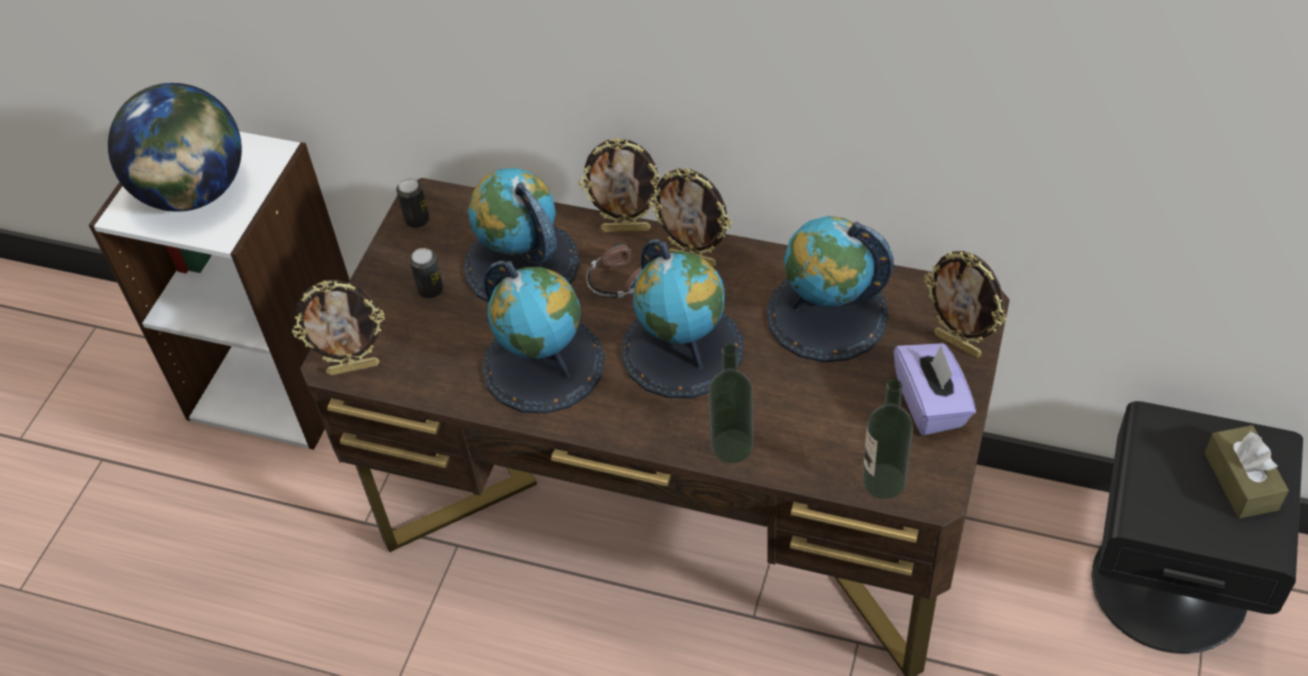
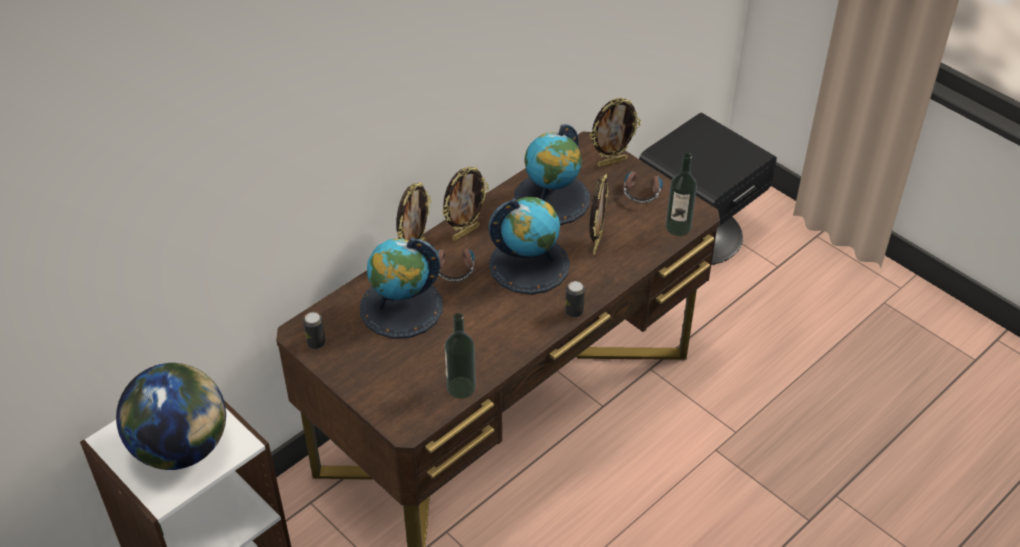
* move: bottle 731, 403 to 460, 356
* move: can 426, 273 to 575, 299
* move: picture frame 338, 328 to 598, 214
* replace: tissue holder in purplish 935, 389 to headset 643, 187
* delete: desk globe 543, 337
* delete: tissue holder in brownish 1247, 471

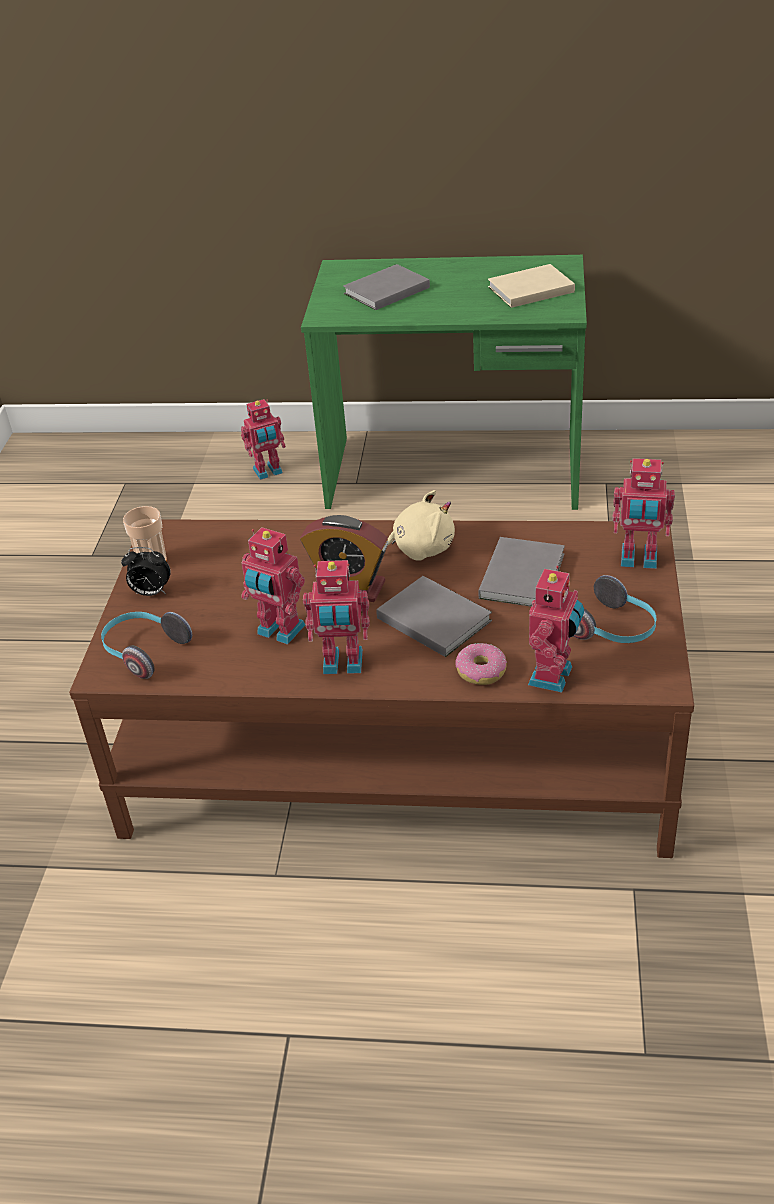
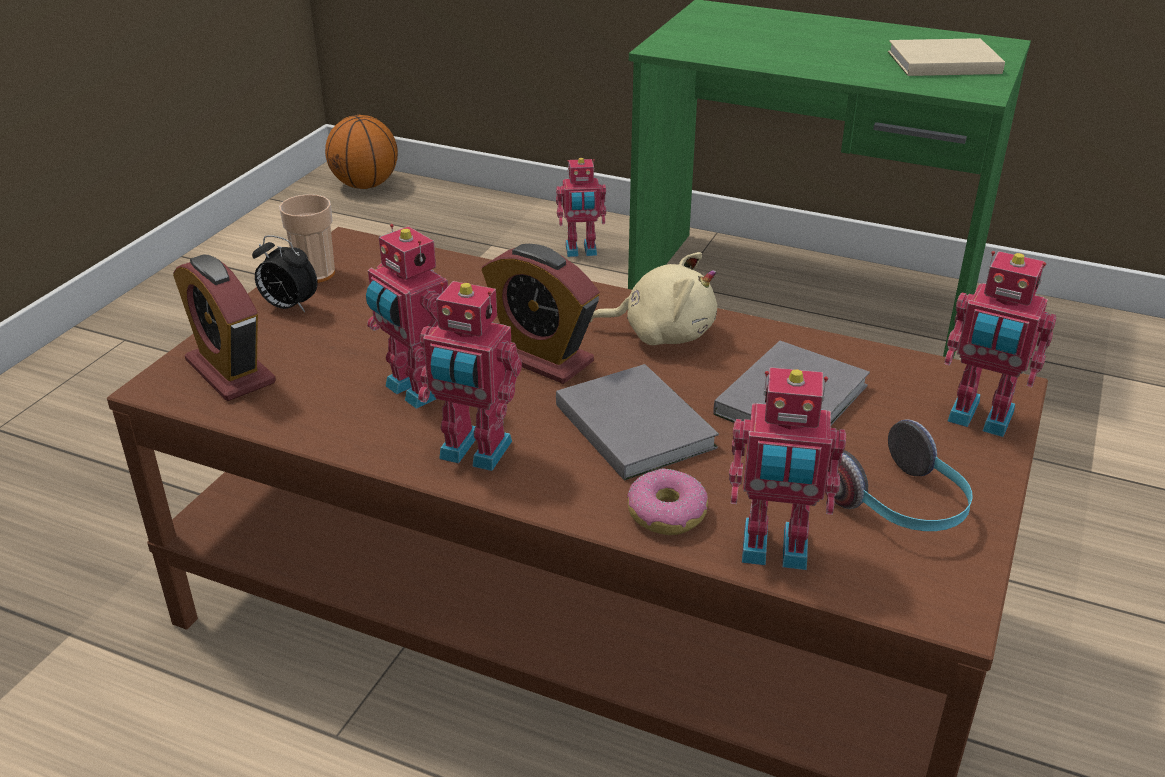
* replace: headset 146, 645 to table clock 224, 327
* insert: ball for basketball 361, 152
* rotate: robot figure 556, 629 = 787, 468 60 degrees clockwise
* delete: book in greyish 386, 287

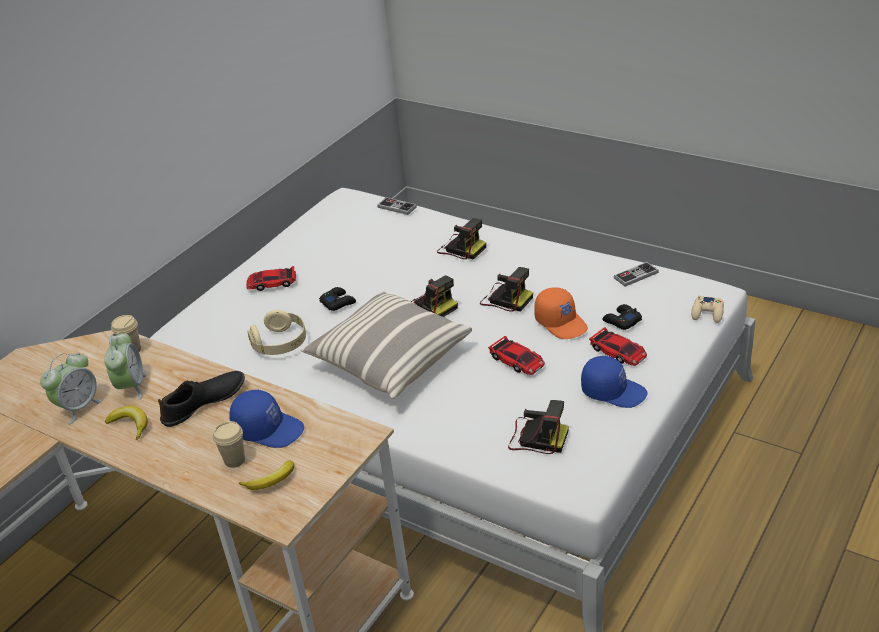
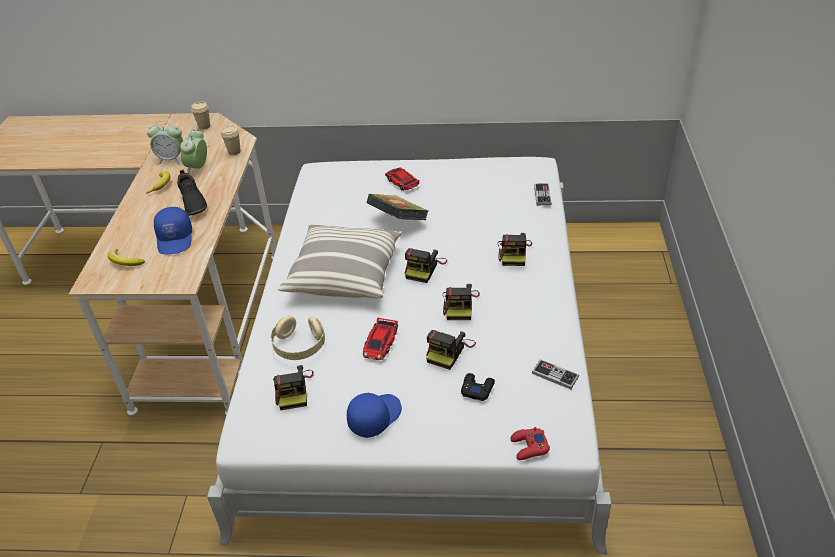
* rotate: item of footwear in black-coloured 201, 399 = 192, 193 45 degrees clockwise
* rotate: table clock 125, 365 = 193, 151 135 degrees clockwise
* move: small cup in sand-coloured 228, 444 to 200, 116
* move: headset in sand-coloured 276, 332 to 298, 338
* rotate: peaked cap in blue 614, 382 = 374, 415 135 degrees counterclockwise
* replace: joypad in black-coloured 337, 299 to book 397, 207
* replace: peaked cap in orangey 561, 313 to still camera 451, 350
* recolor: joypad in sand-coloured 707, 309 to joypad in reddish 530, 443
* delete: toy car 618, 346

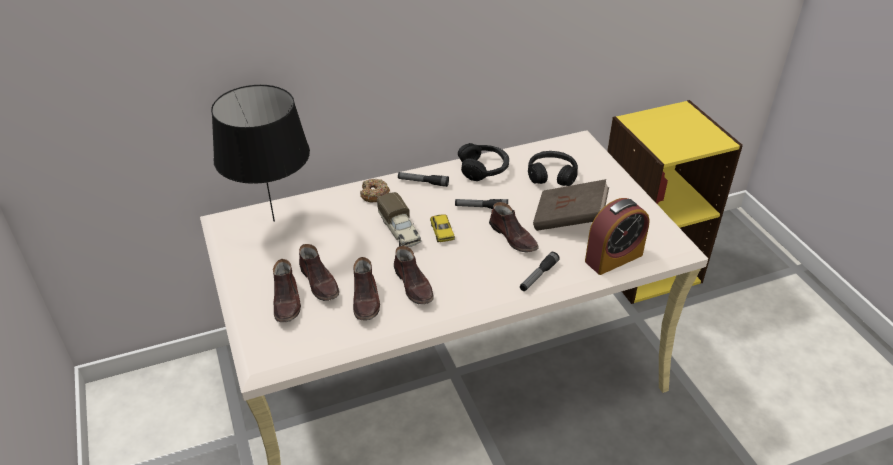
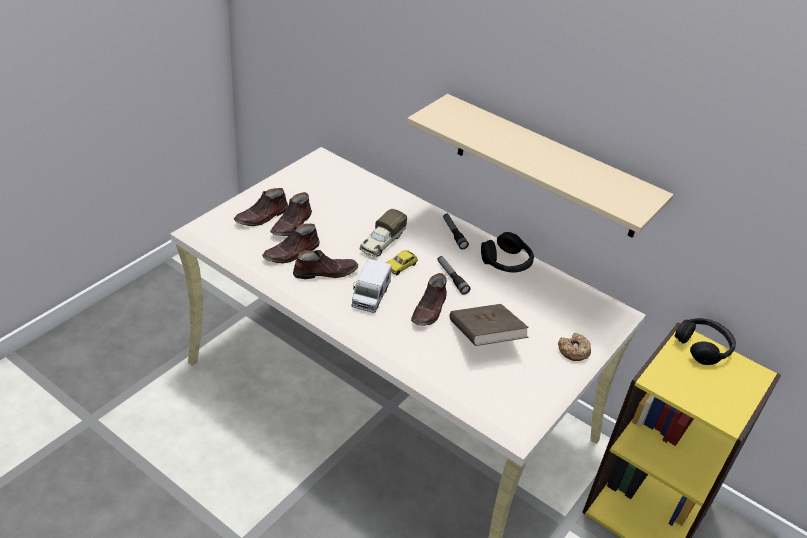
* rotate: item of footwear in brownish 414, 275 = 325, 264 135 degrees counterclockwise
* insert: toy lorry 371, 286
* insert: shelf in sand-coloured 540, 166
* move: donut 375, 190 to 574, 347
* move: headset in black-coloured 553, 168 to 705, 341
* delete: table lamp in black-coloured 260, 153
* delete: flashlight 540, 271
* delete: table clock 617, 236

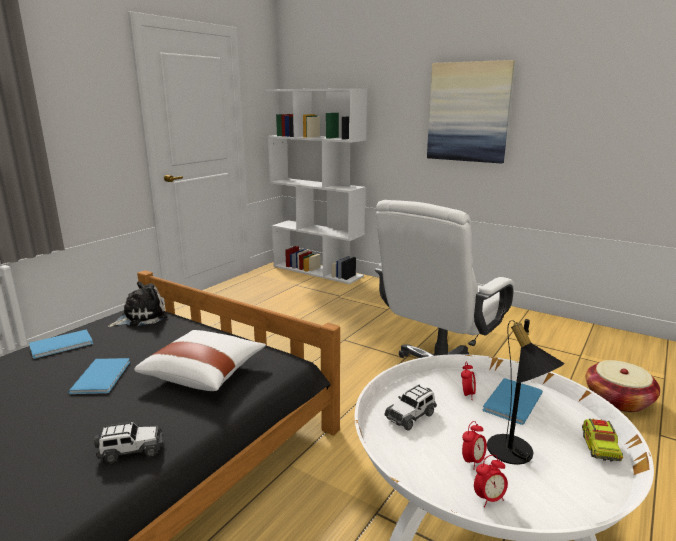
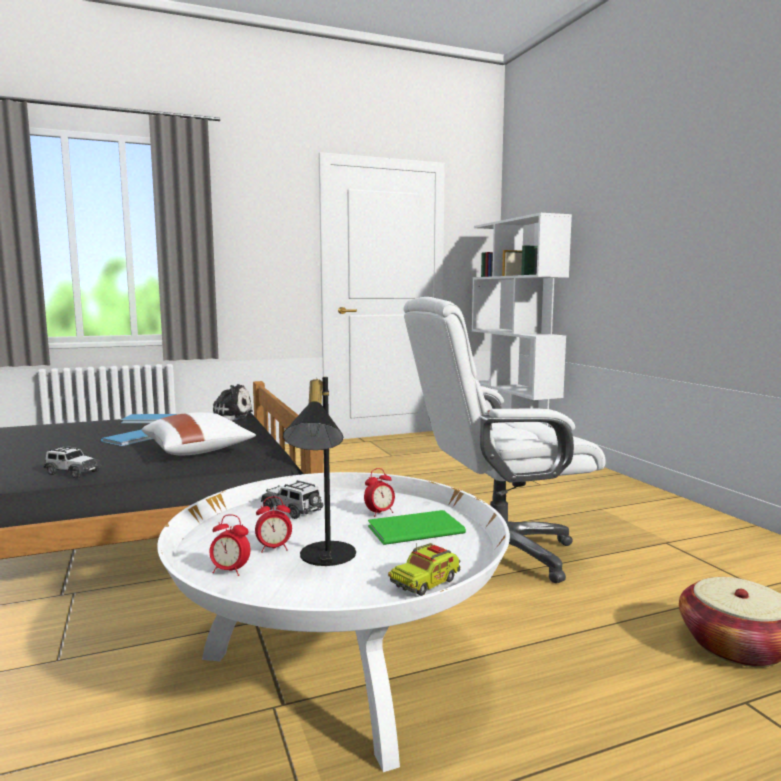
* rotate: toy car 410, 407 = 292, 499 45 degrees clockwise
* recolor: book in blue 513, 401 to book in greenish 417, 527
* delete: wall art 471, 112

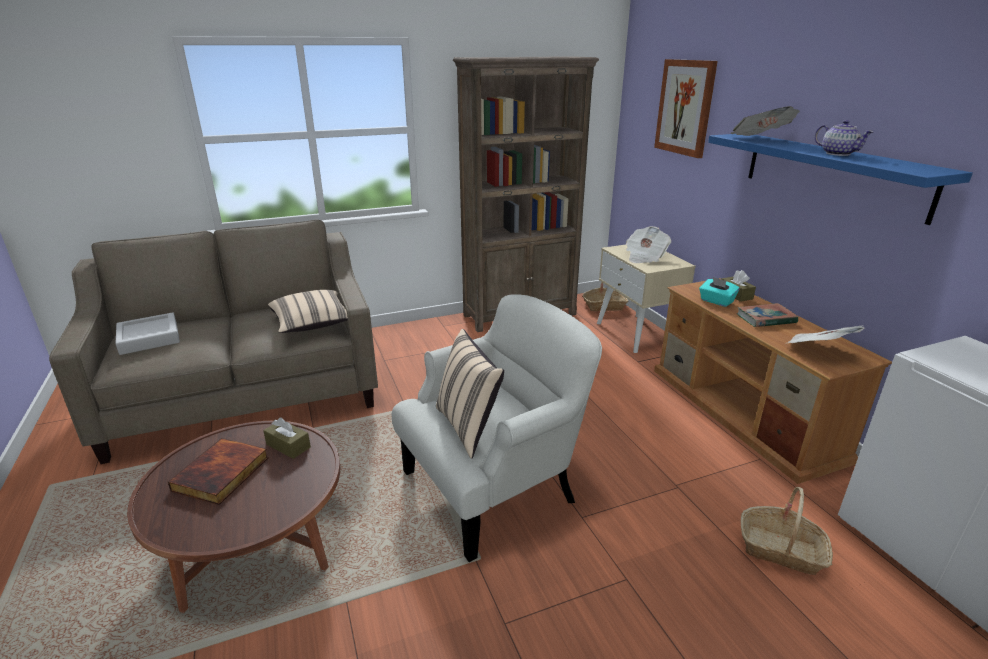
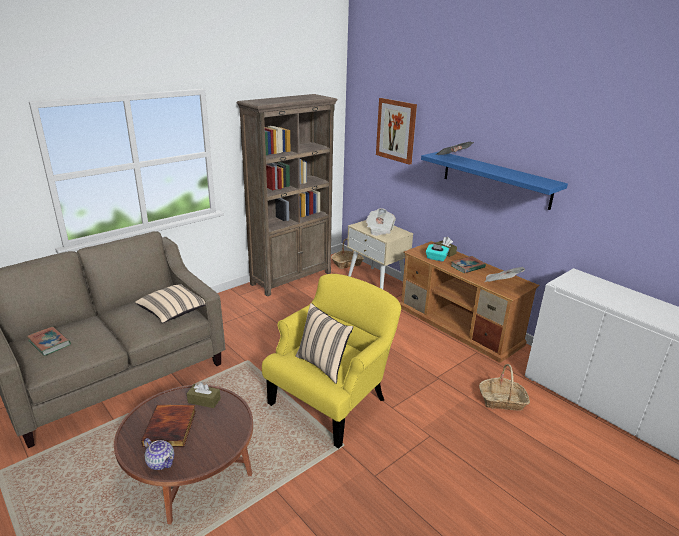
* replace: carrying tray in greyish 147, 333 to book 49, 341
* move: teapot 844, 138 to 159, 454
* recolor: easy chair in whitish 497, 428 to easy chair in yellowish 331, 361

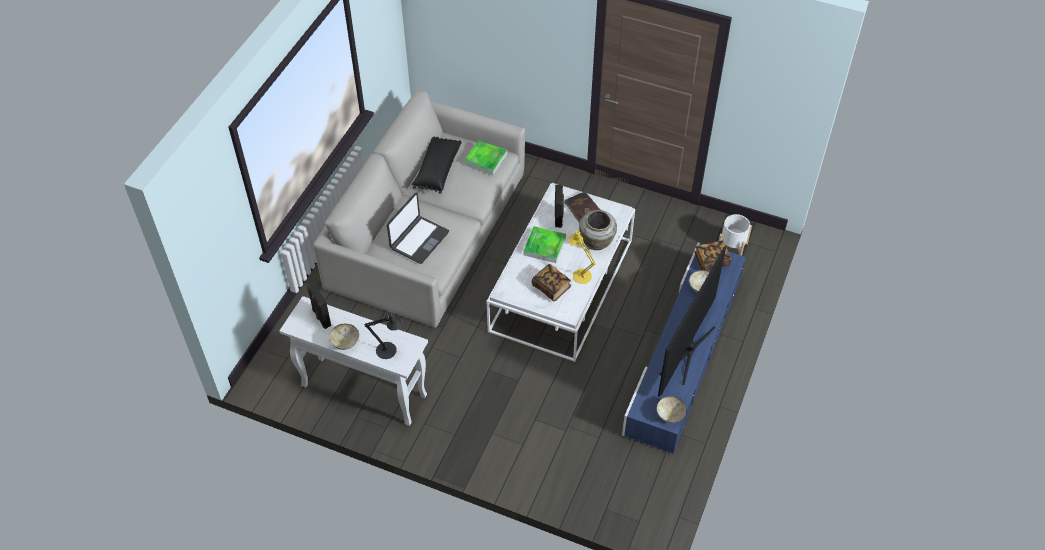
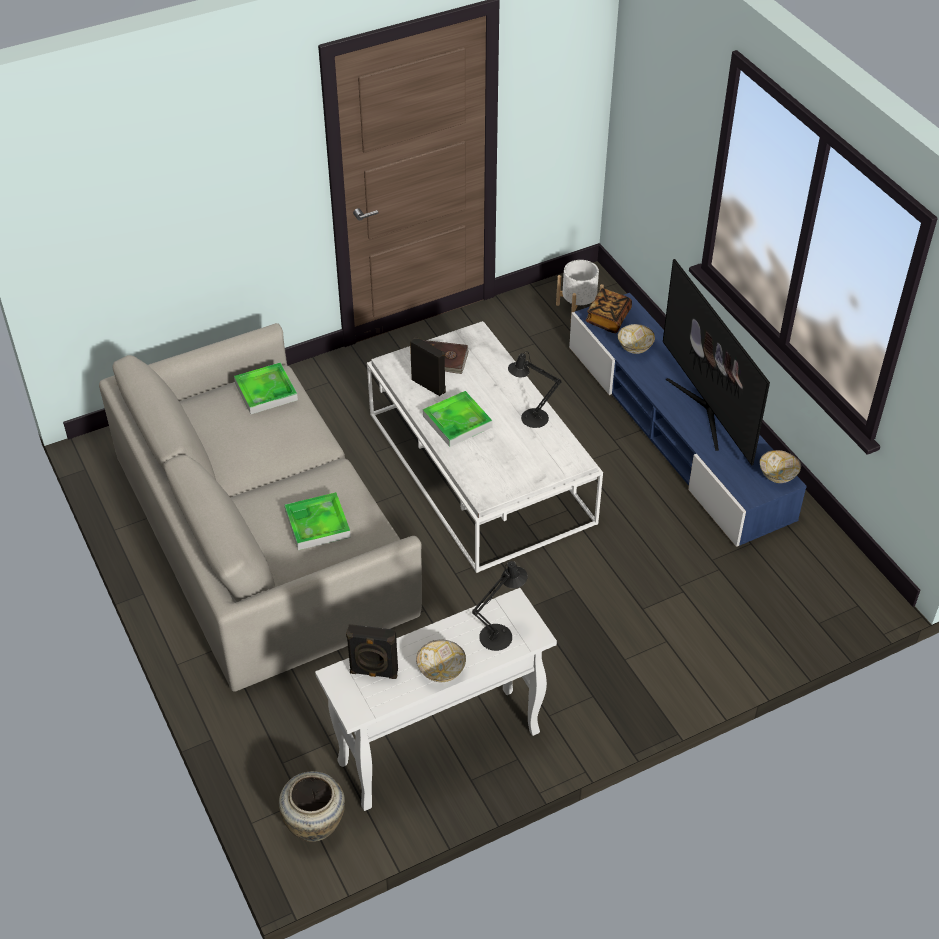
* move: decorative vase in sand-coloured 598, 230 to 312, 806
* replace: laptop 418, 228 to carrying tray 318, 521
* recolor: table lamp in yellowish 582, 257 to table lamp in black-coloured 535, 389
* delete: throw pillow in black-coloured 437, 165
* delete: book 551, 283

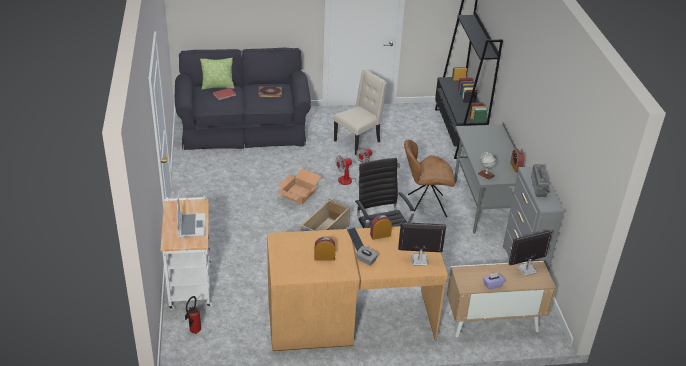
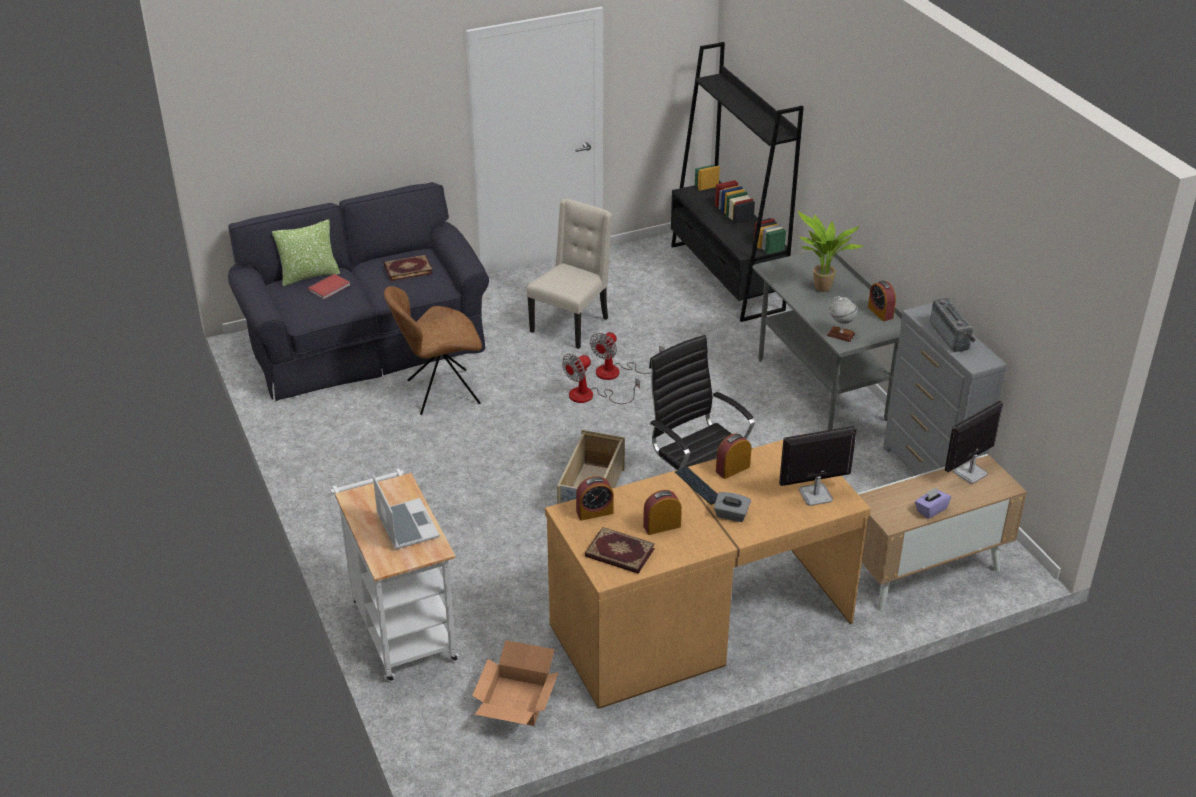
* move: upright chair in brownish 429, 178 to 433, 350
* move: cardboard box 298, 186 to 515, 683
* insert: table clock 595, 498
* insert: book 620, 550
* insert: plant in a pot 830, 251
* delete: fire-fighting cylinder 193, 315

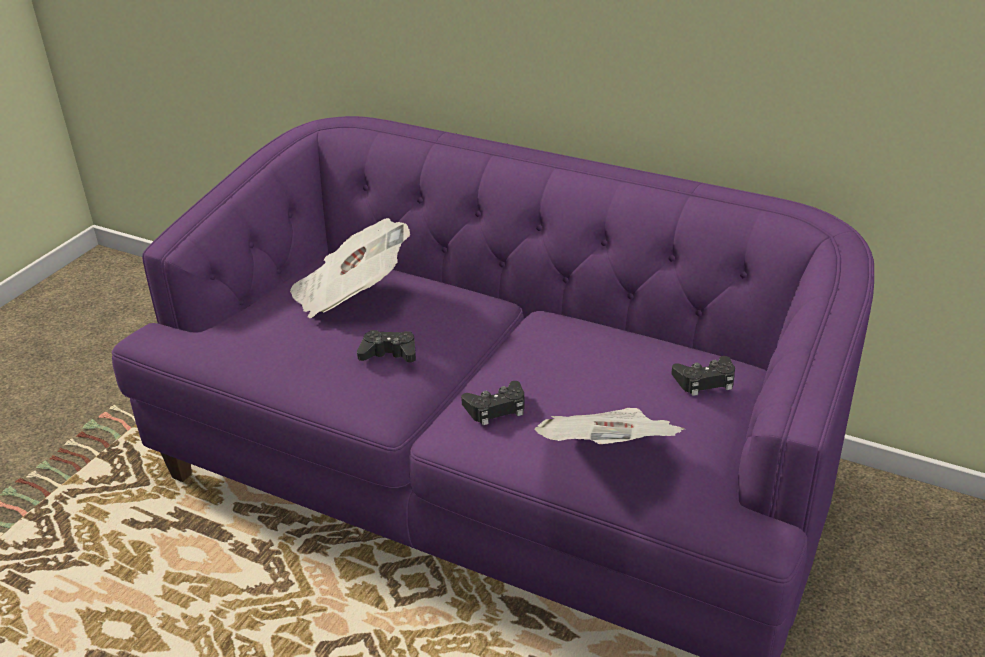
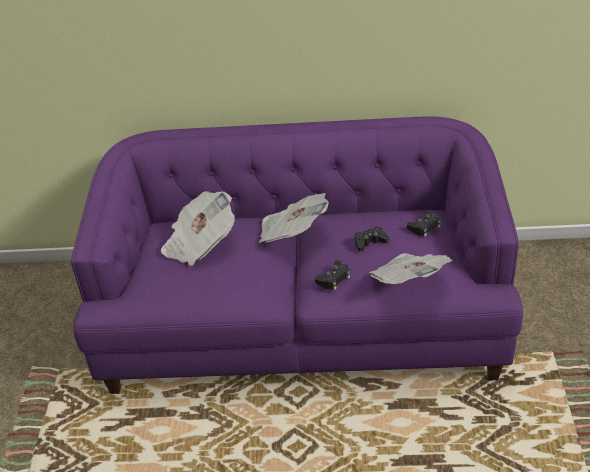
* insert: newspaper 294, 218
* move: joypad in black-coloured 386, 346 to 372, 239

